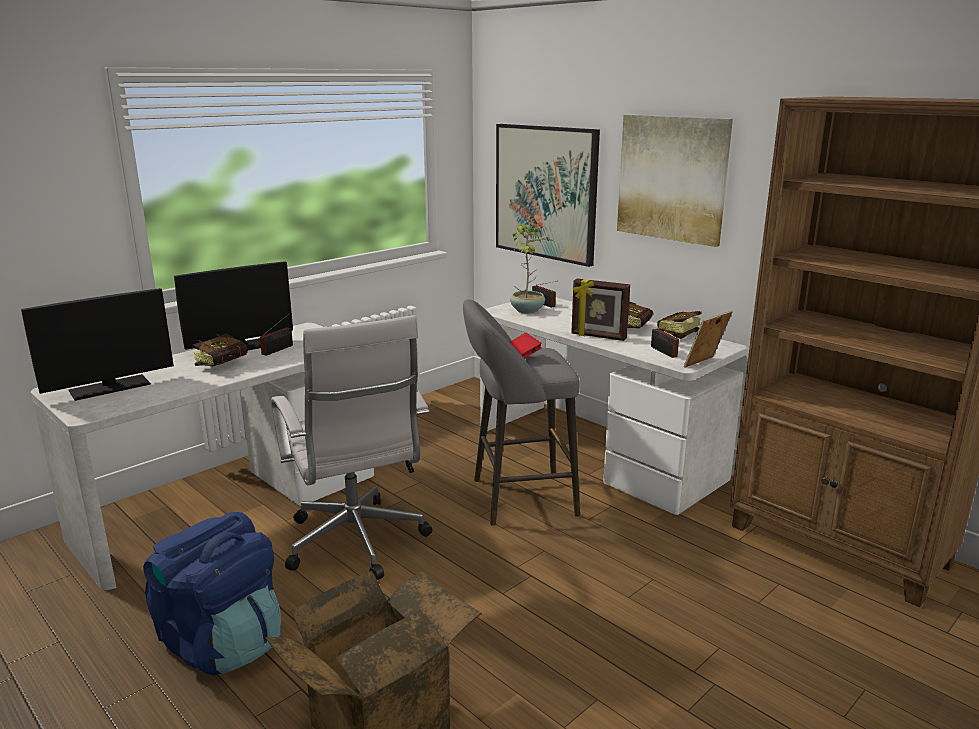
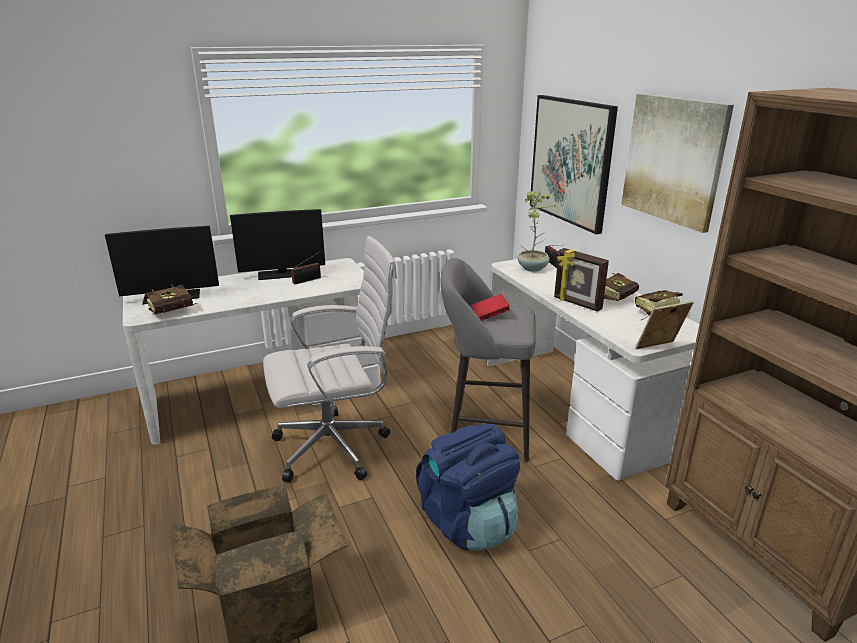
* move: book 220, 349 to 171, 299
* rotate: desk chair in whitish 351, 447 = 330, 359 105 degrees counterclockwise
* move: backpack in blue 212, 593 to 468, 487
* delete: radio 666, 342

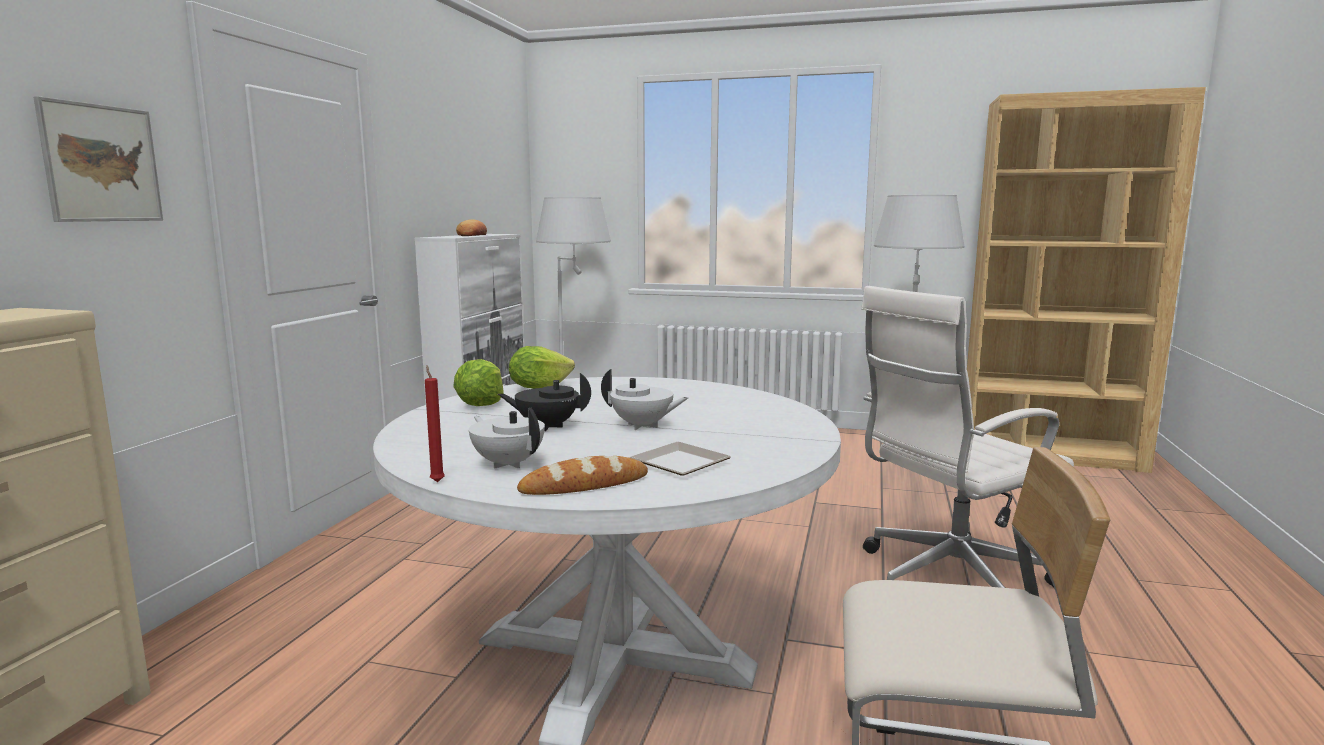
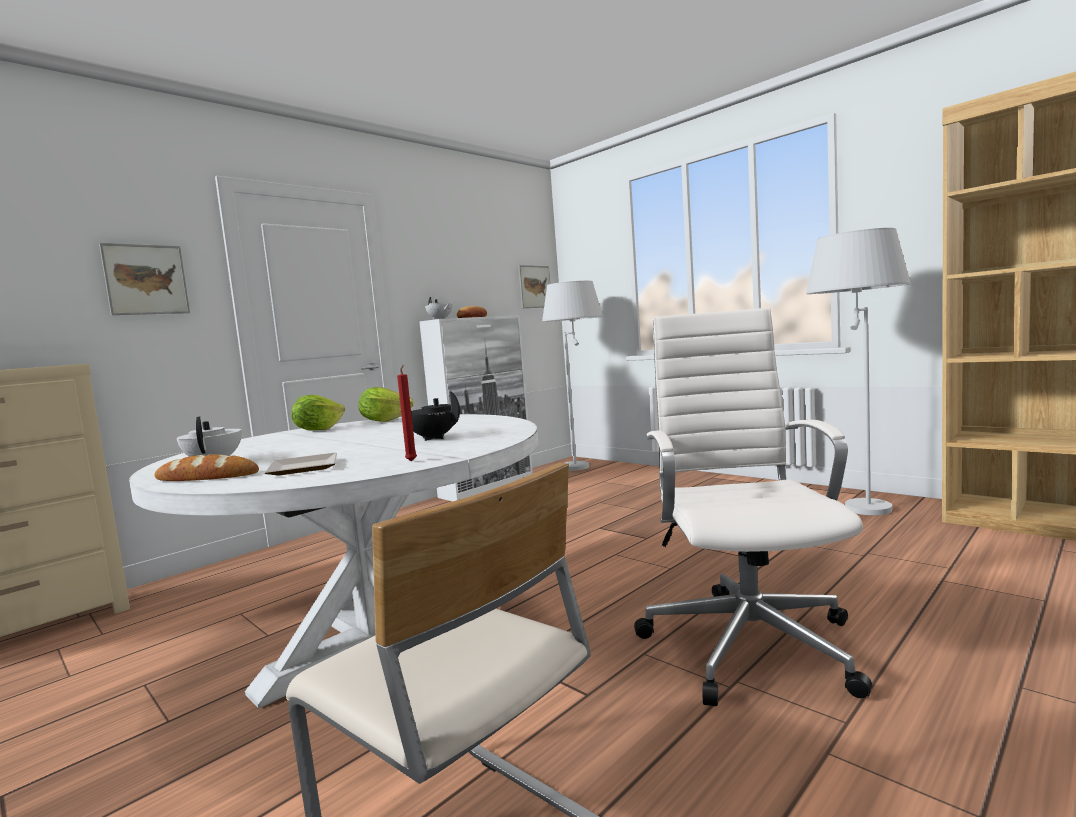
* move: candle in reddish 435, 423 to 407, 413
* move: teapot in black-coloured 544, 402 to 435, 416
* move: teapot in whitish 645, 399 to 438, 308
* insert: wall art 534, 286
* rotate: desk chair in whitish 967, 437 = 753, 507 90 degrees clockwise

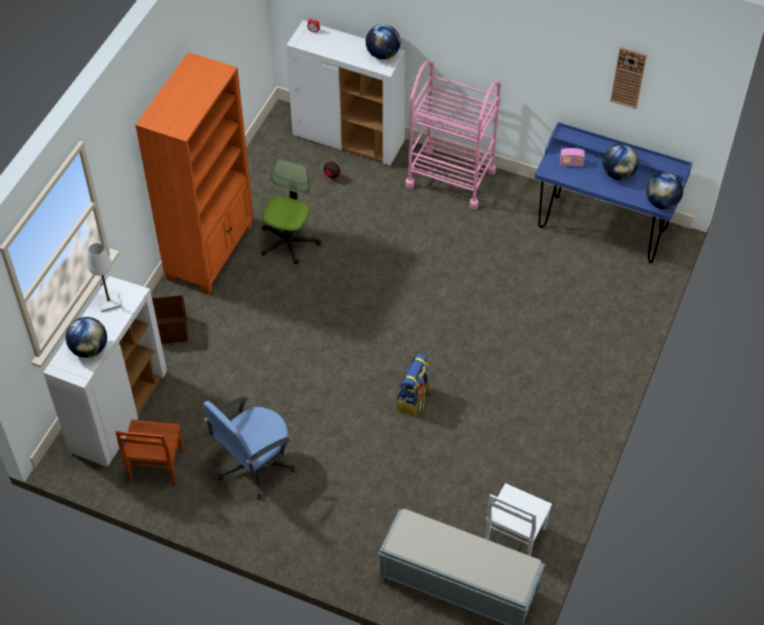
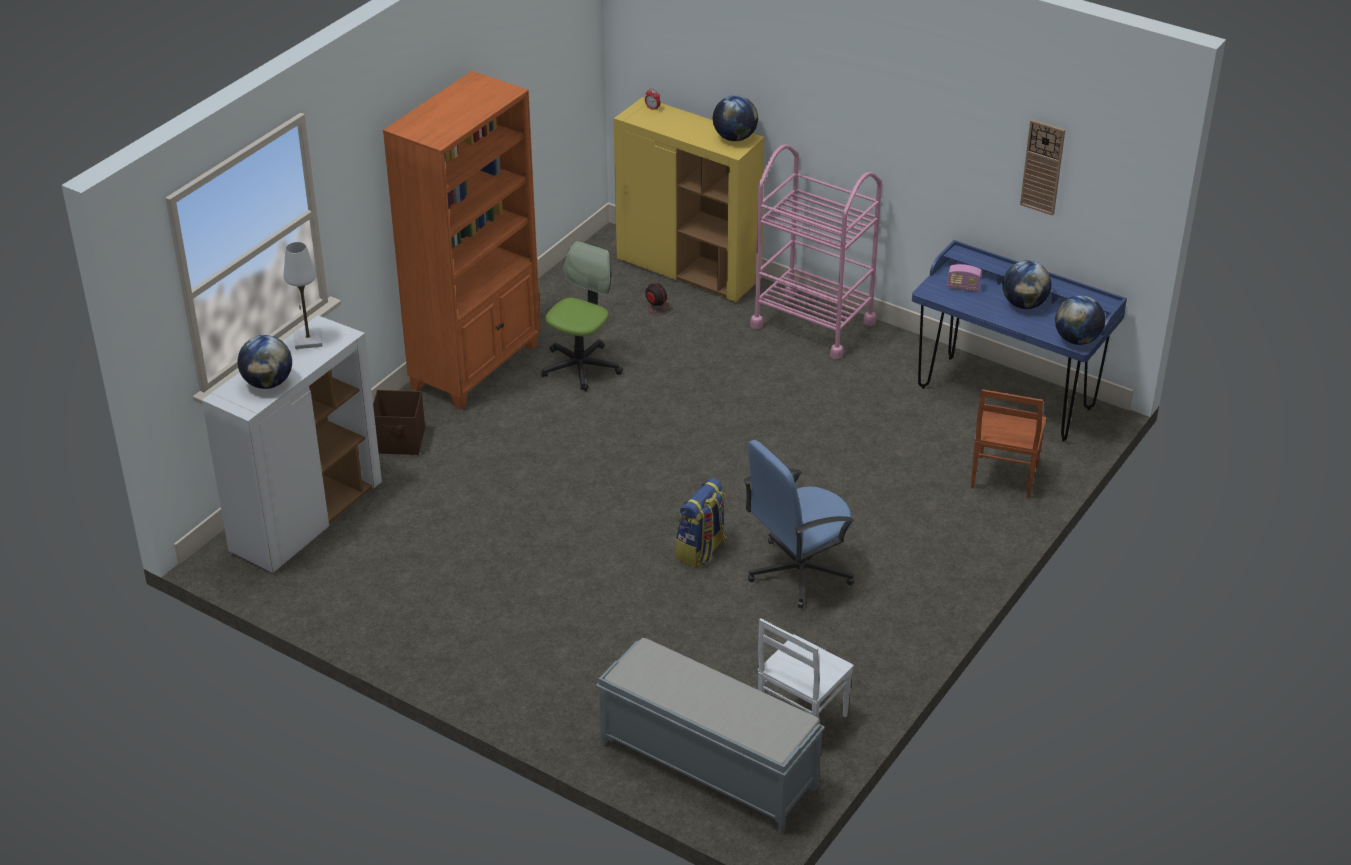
* recolor: storage cabinet in whitish 345, 93 to storage cabinet in yellowish 689, 199
* move: desk chair in blue 249, 448 to 799, 524
* move: upright chair in brownish 150, 452 to 1009, 444

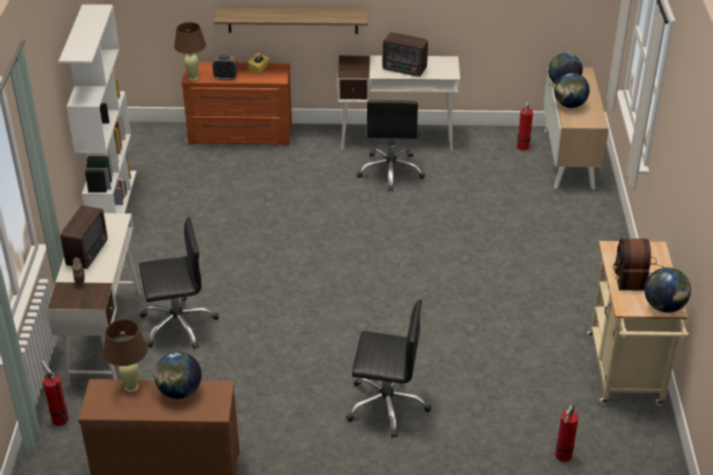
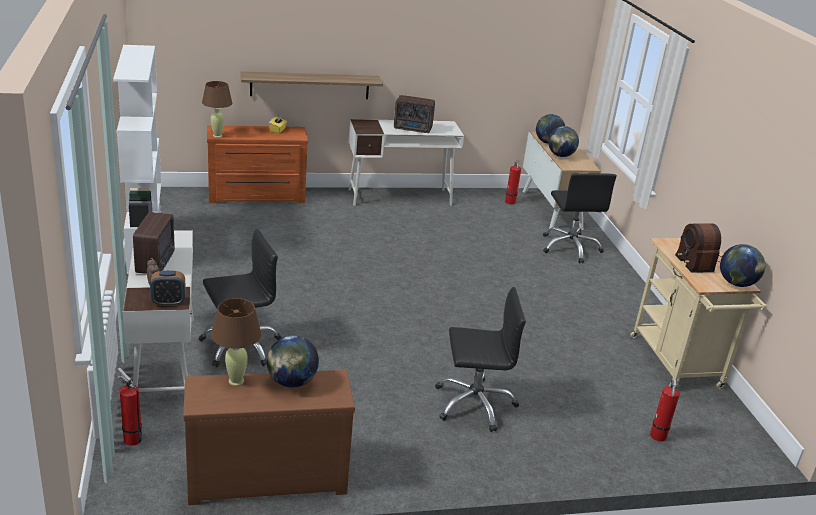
* move: table clock 224, 67 to 168, 288
* move: desk chair in black-coloured 391, 146 to 580, 218

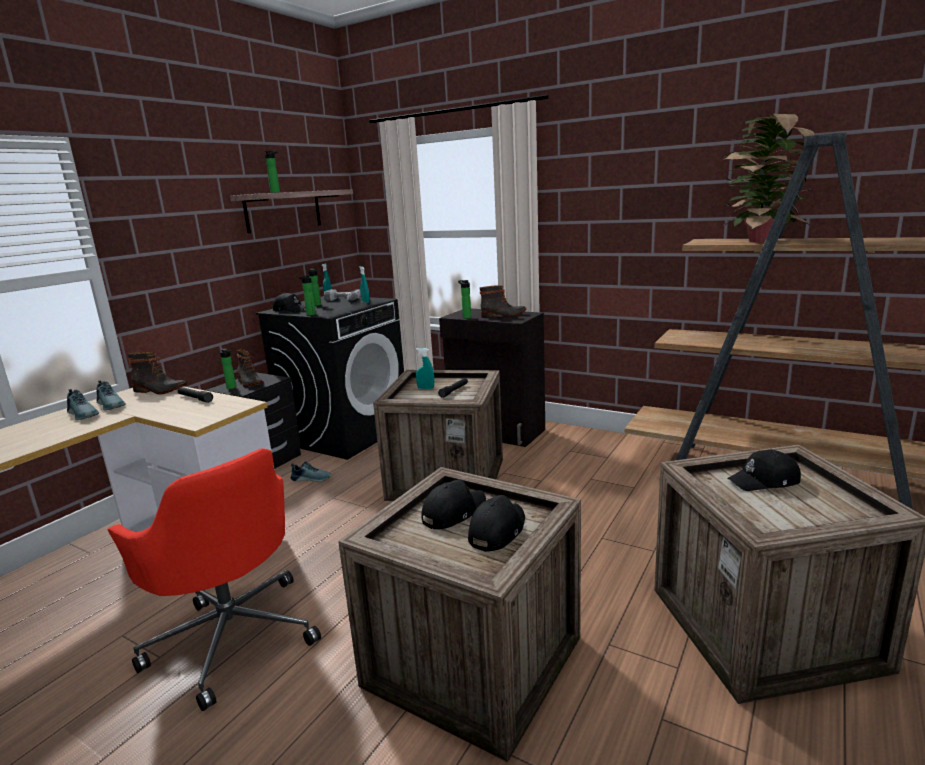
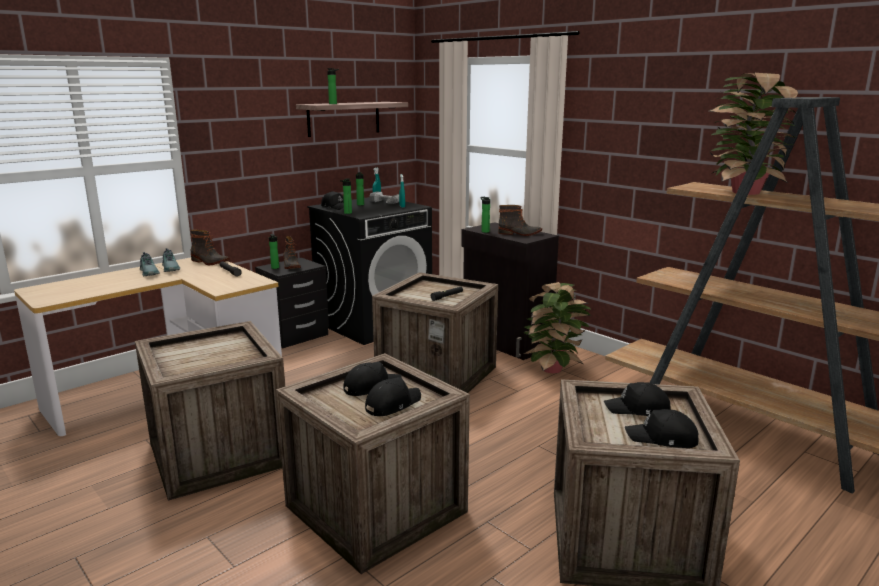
* replace: desk chair in reddish 214, 579 to shipping crate 210, 411
* insert: plant in a pot 558, 327
* insert: peaked cap in black-coloured 662, 428
* delete: item of footwear 311, 471
* delete: spray bottle in blue-green 425, 368

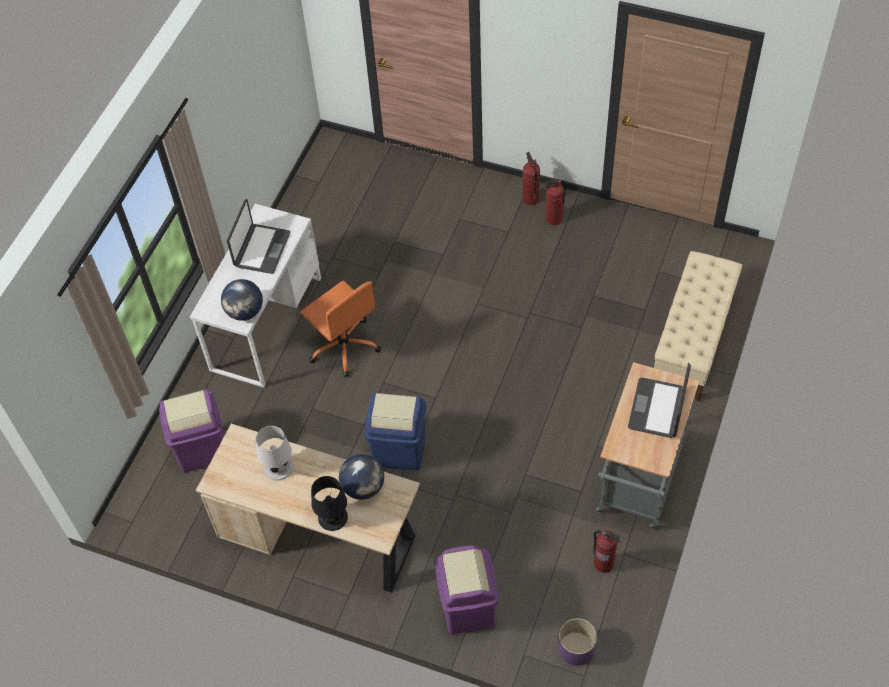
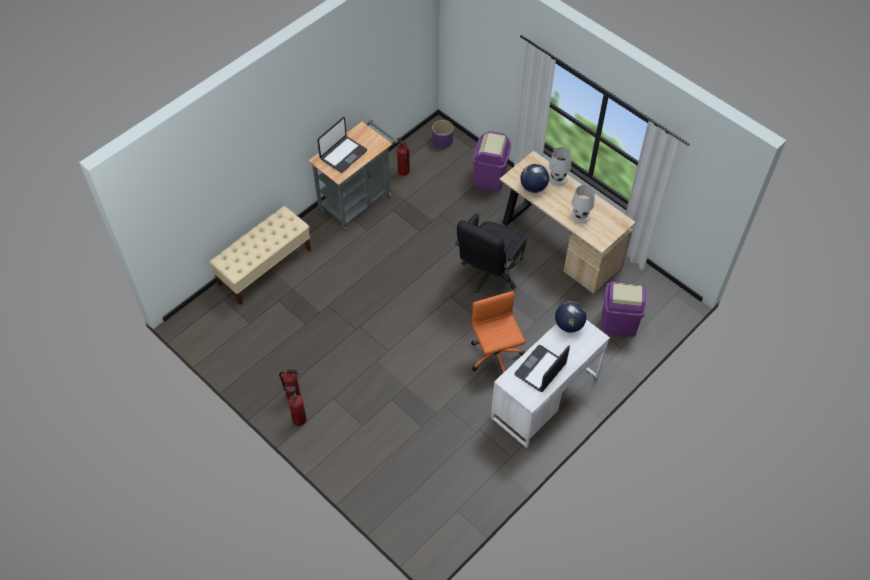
* replace: trash can in blue 395, 431 to desk chair in black-coloured 491, 253
* recolor: table lamp in black-coloured 329, 503 to table lamp in whitish 560, 166

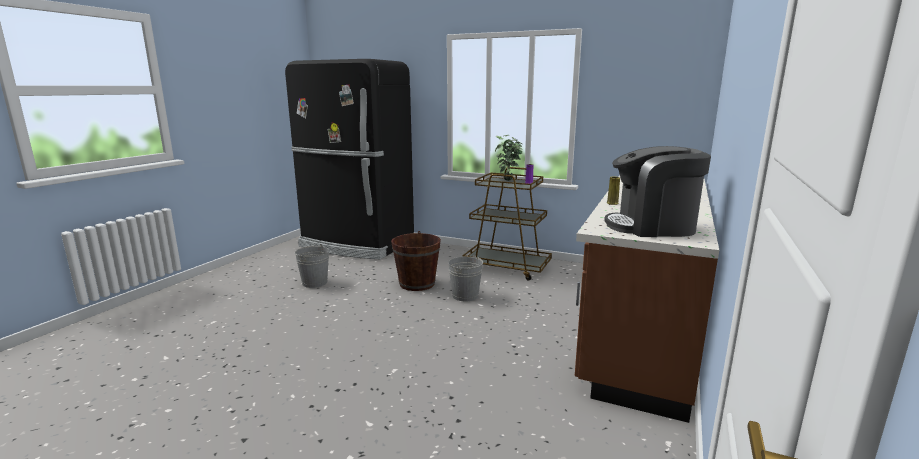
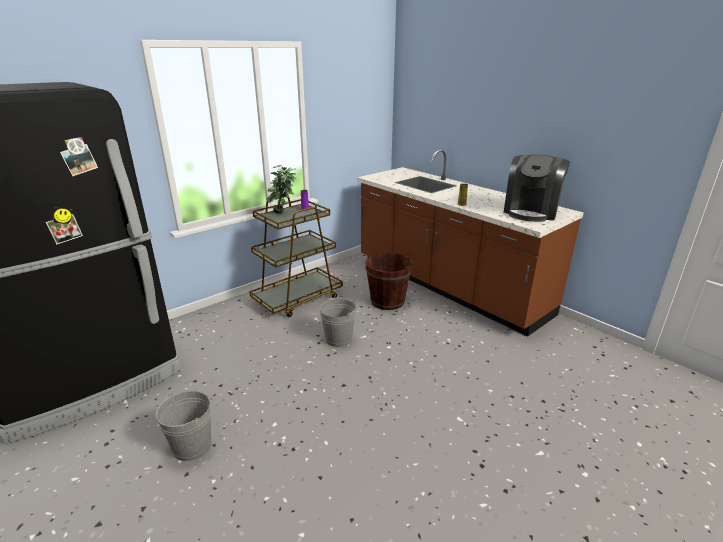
* move: bucket in brownish 416, 261 to 389, 281

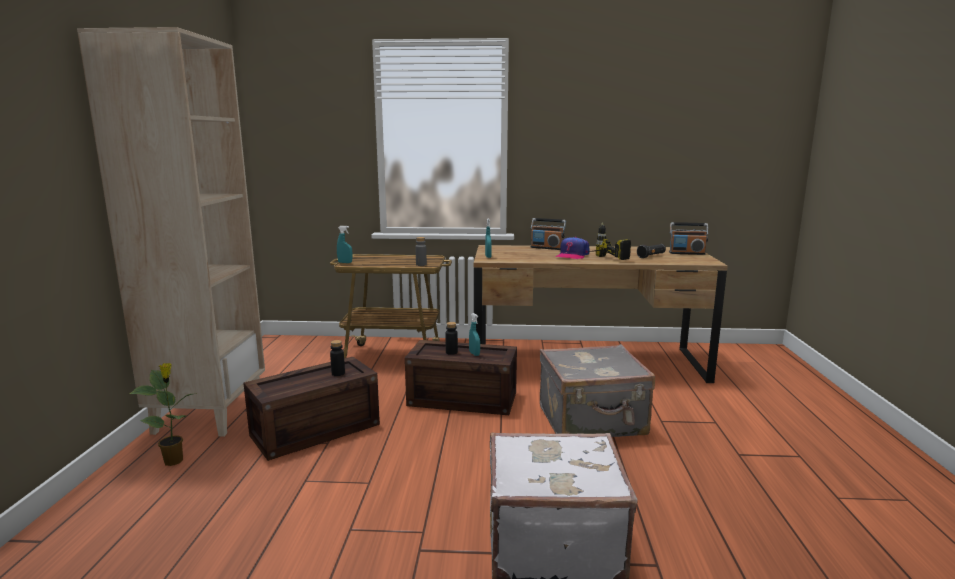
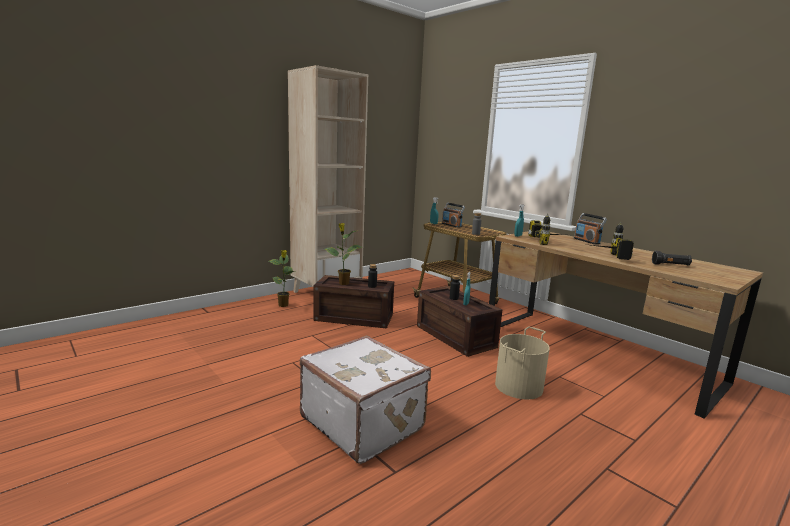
* insert: plant in a pot 343, 254
* move: radio 689, 238 to 453, 215
* replace: suitcase in greyish 597, 390 to bucket in sand-coloured 522, 363
* insert: electric drill 546, 229
* delete: peaked cap 573, 248

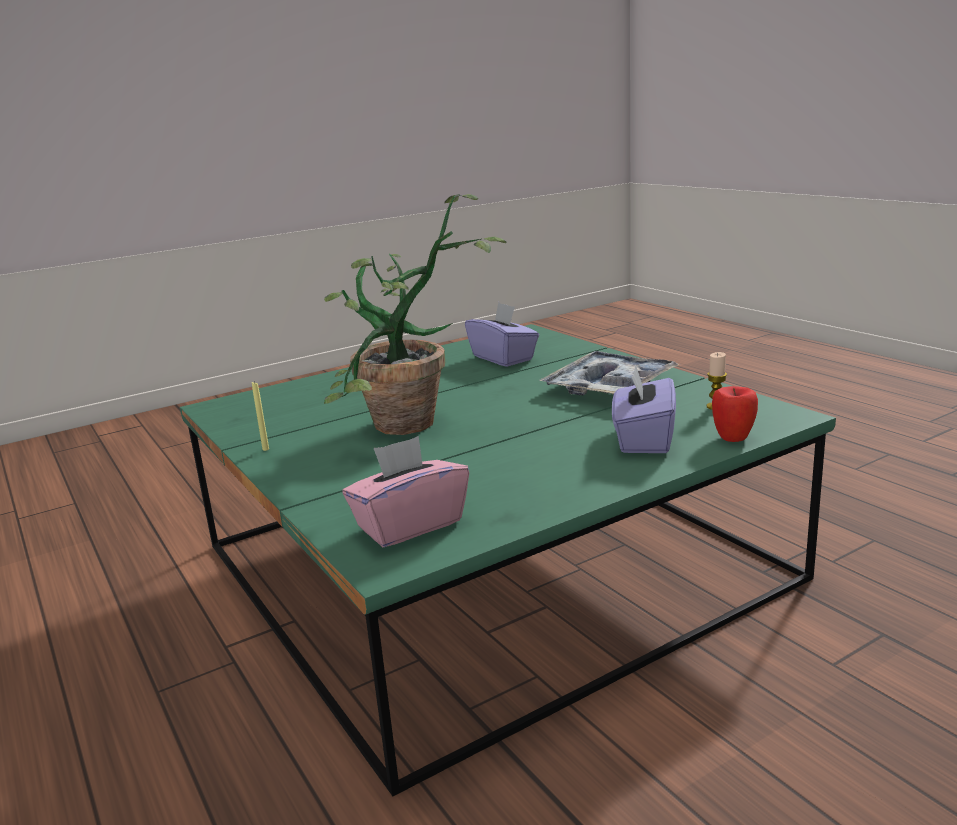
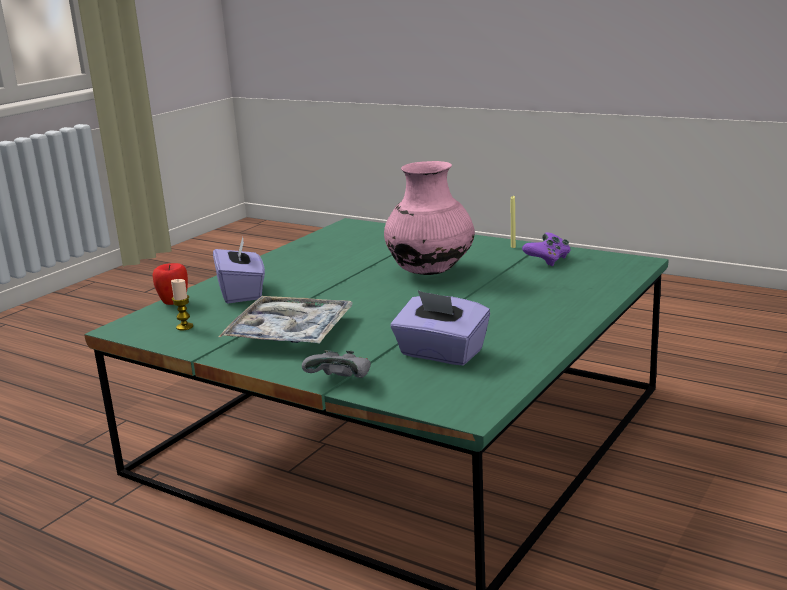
* insert: joypad in greyish 336, 364
* replace: plant in a pot 415, 314 to decorative vase in pink-coloured 429, 218
* insert: joypad in purplish 546, 249
* delete: tissue holder in pink-coloured 405, 491

